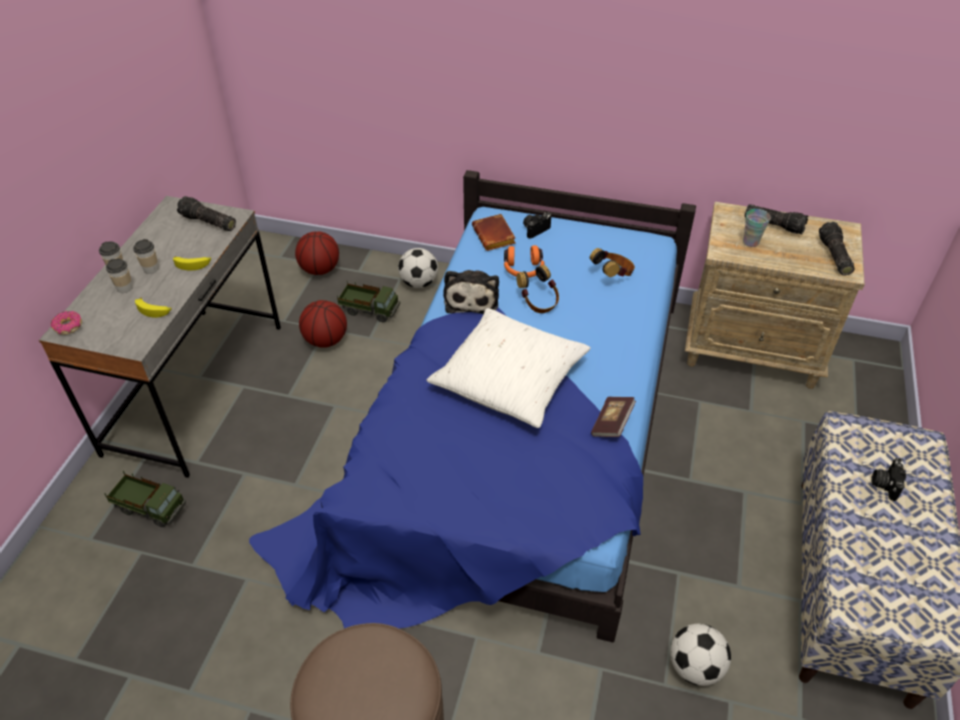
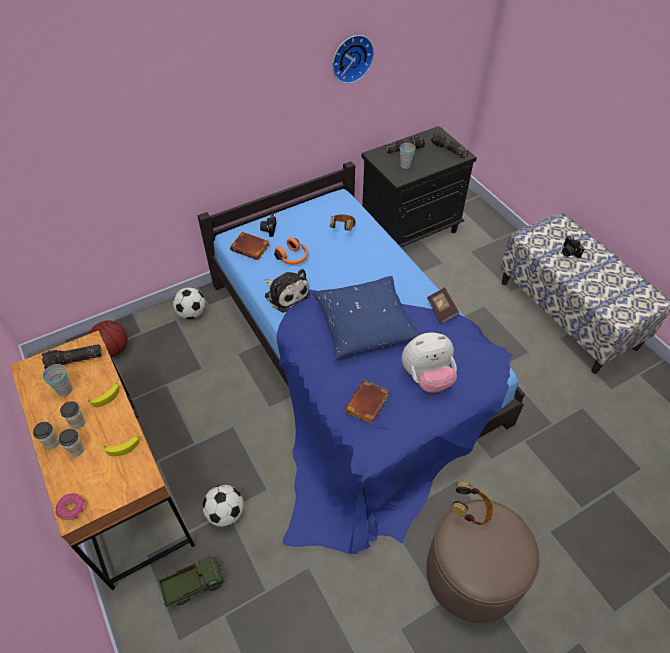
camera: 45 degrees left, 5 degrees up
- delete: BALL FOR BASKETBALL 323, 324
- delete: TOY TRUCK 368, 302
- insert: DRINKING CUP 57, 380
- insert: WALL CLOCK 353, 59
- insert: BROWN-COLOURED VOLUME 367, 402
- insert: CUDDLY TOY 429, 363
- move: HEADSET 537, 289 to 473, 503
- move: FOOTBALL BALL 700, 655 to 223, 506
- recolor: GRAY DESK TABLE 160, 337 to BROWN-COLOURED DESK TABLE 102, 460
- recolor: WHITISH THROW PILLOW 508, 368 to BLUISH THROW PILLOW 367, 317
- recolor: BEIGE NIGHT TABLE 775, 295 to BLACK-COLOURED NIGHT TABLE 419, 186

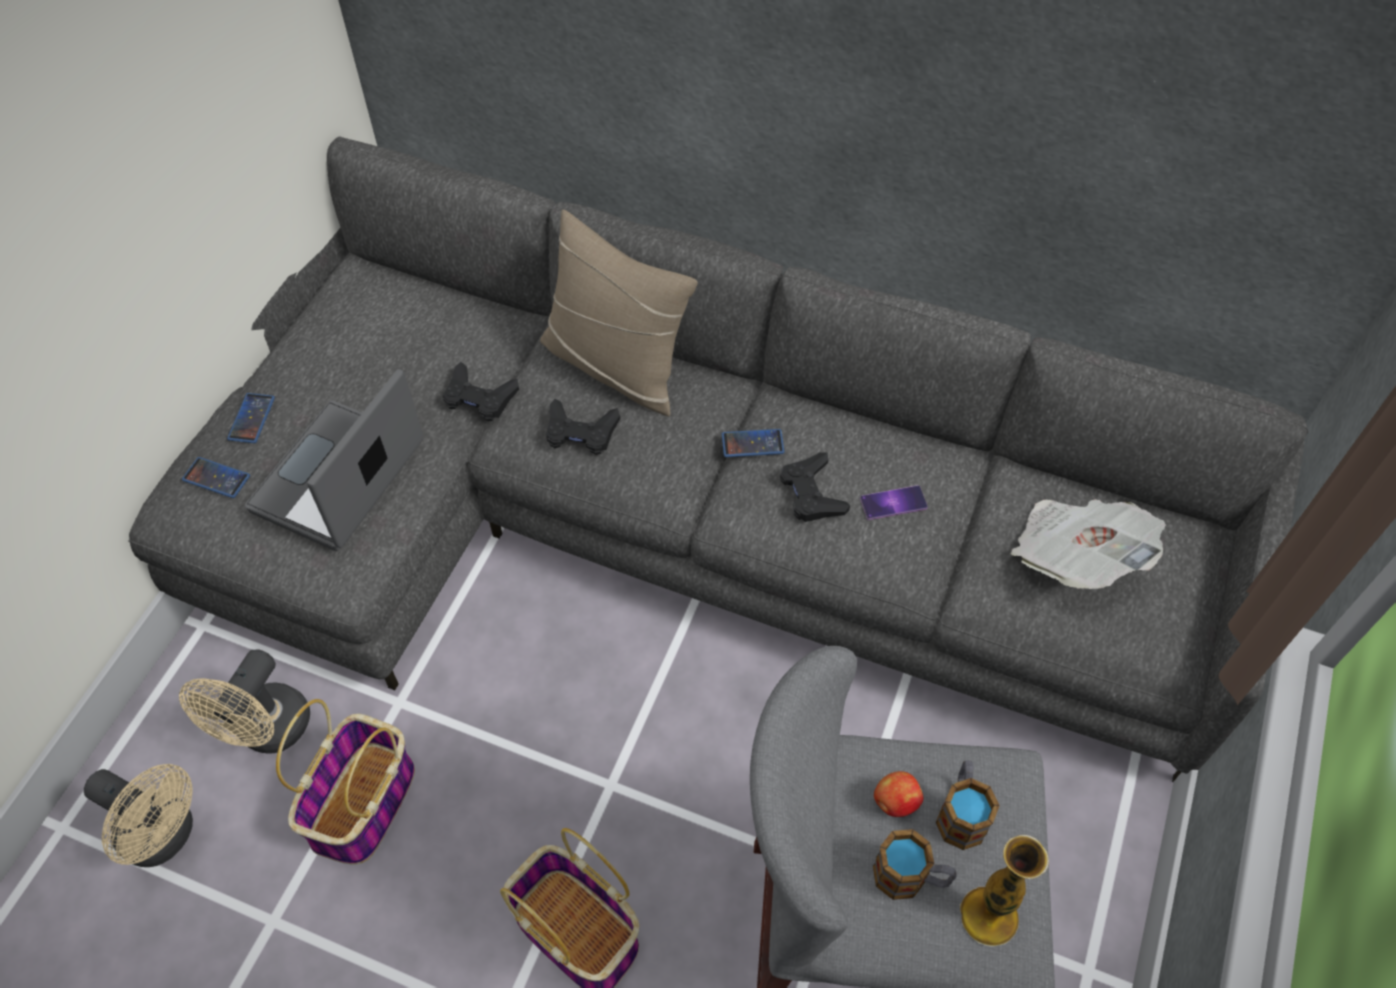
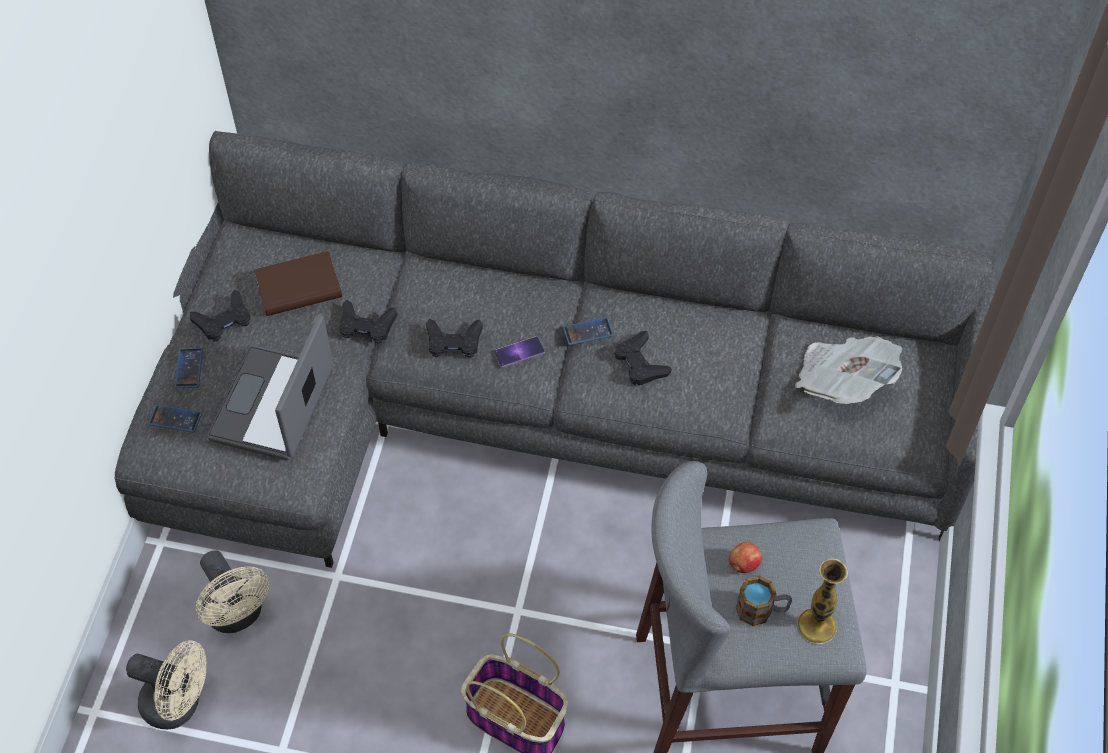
camera: 10 degrees left, 0 degrees up
- delete: BASKET 345, 782
- delete: BEIGE THROW PILLOW 619, 313
- delete: MUG 968, 805
- insert: BLACK-COLOURED GAME CONTROLLER 220, 315
- insert: BROWN-COLOURED VOLUME 298, 283
- move: PHONE 894, 502 to 519, 352
- rotate: BEIGE FAN 244, 701 = 233, 591 45 degrees counterclockwise

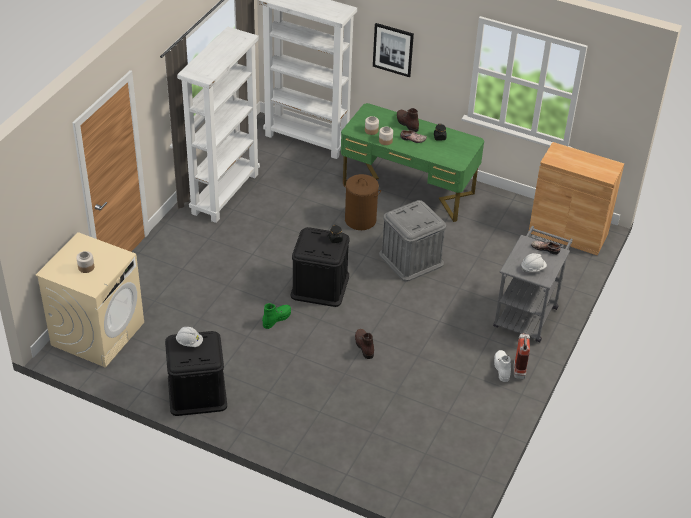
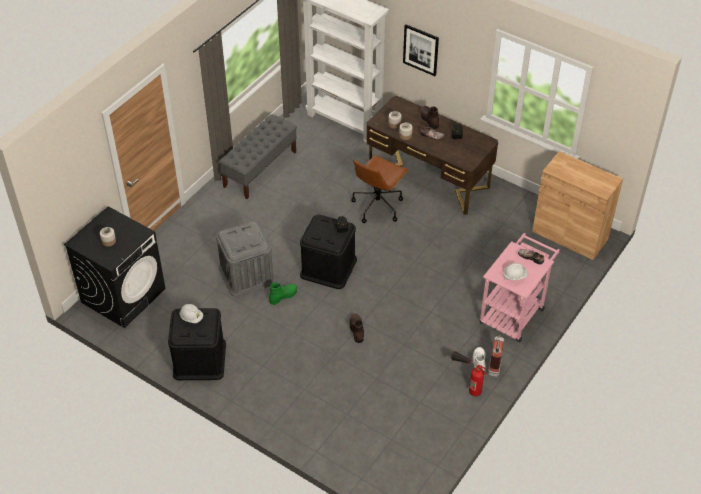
camera: 10 degrees right, 5 degrees up
- insert: FIRE-FIGHTING CYLINDER 469, 373
- move: GRAY STORAGE BIN 412, 241 to 246, 259
- replace: WHITISH BOOKCASE 218, 125 to GRAY INDOOR BENCH 258, 156
- replace: BROWN-COLOURED WASHING BASKET 362, 202 to BROWN-COLOURED DESK CHAIR 380, 189
- recolor: BEIGE WASHING MACHINE 90, 300 to BLACK-COLOURED WASHING MACHINE 115, 267
- recolor: GREEN-COLOURED DESK TABLE 412, 162 to BROWN-COLOURED DESK TABLE 432, 155
- recolor: GRAY WHEELED CART 533, 284 to PINK WHEELED CART 519, 287

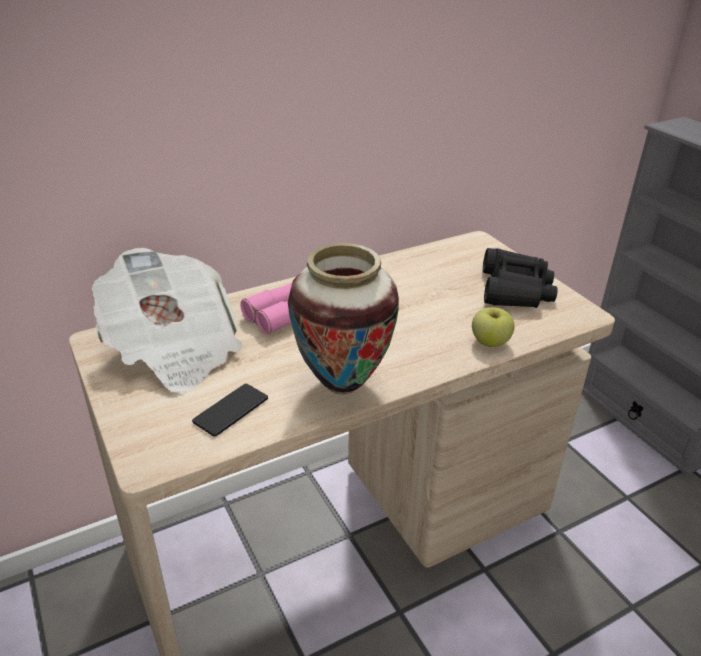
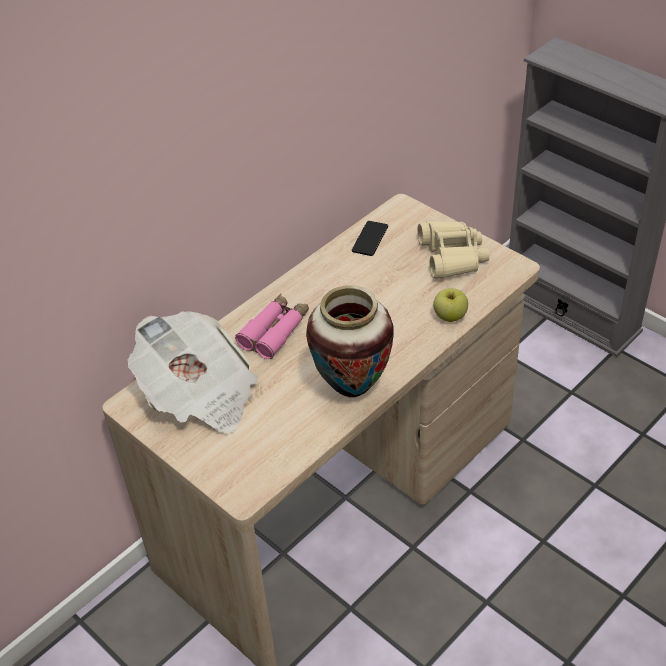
camera: 15 degrees left, 10 degrees up
- move: PHONE 230, 410 to 370, 238
- recolor: BLACK-COLOURED FIELD GLASSES 520, 278 to BEIGE FIELD GLASSES 453, 250

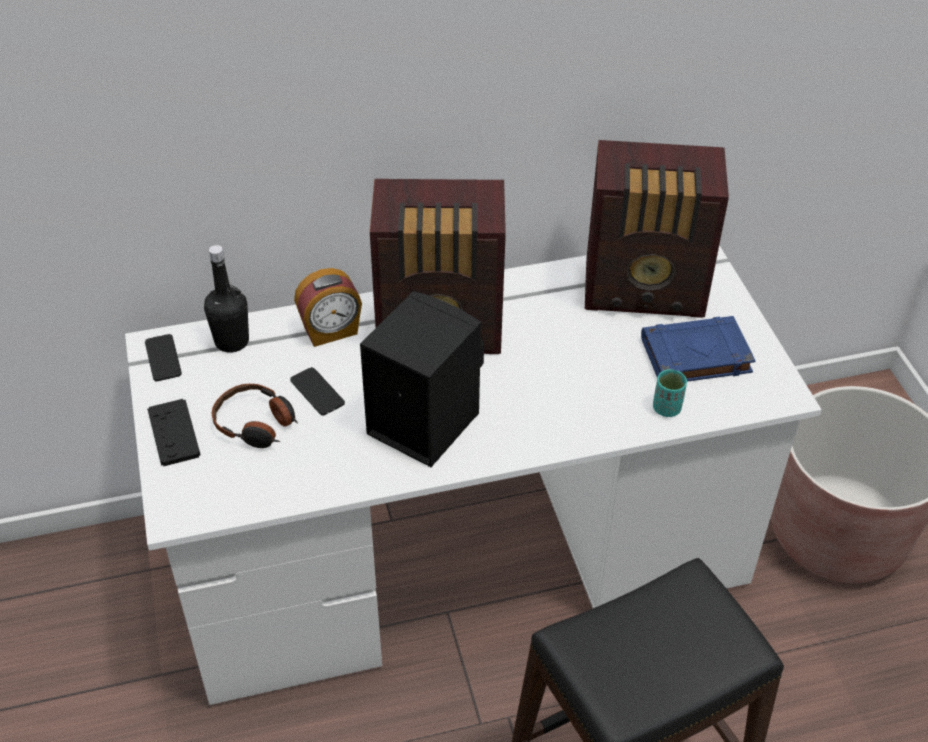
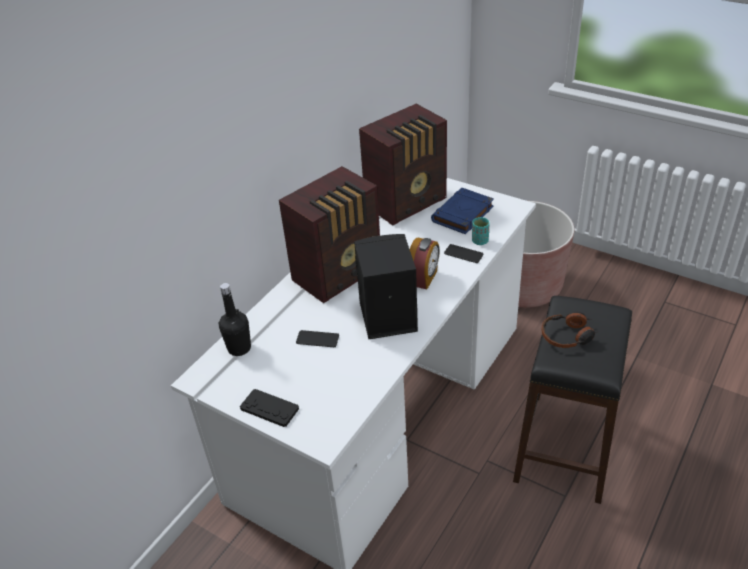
camera: 40 degrees left, 5 degrees down
- move: PHONE 163, 357 to 464, 253
- move: HEADSET 254, 416 to 569, 330
- move: TABLE CLOCK 328, 307 to 425, 263

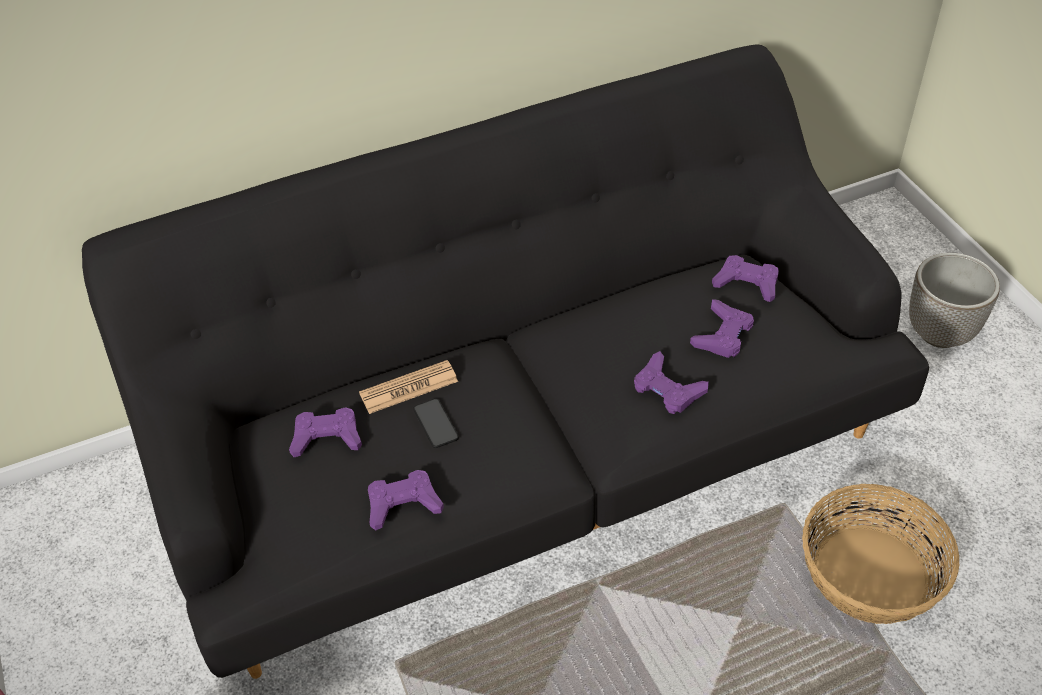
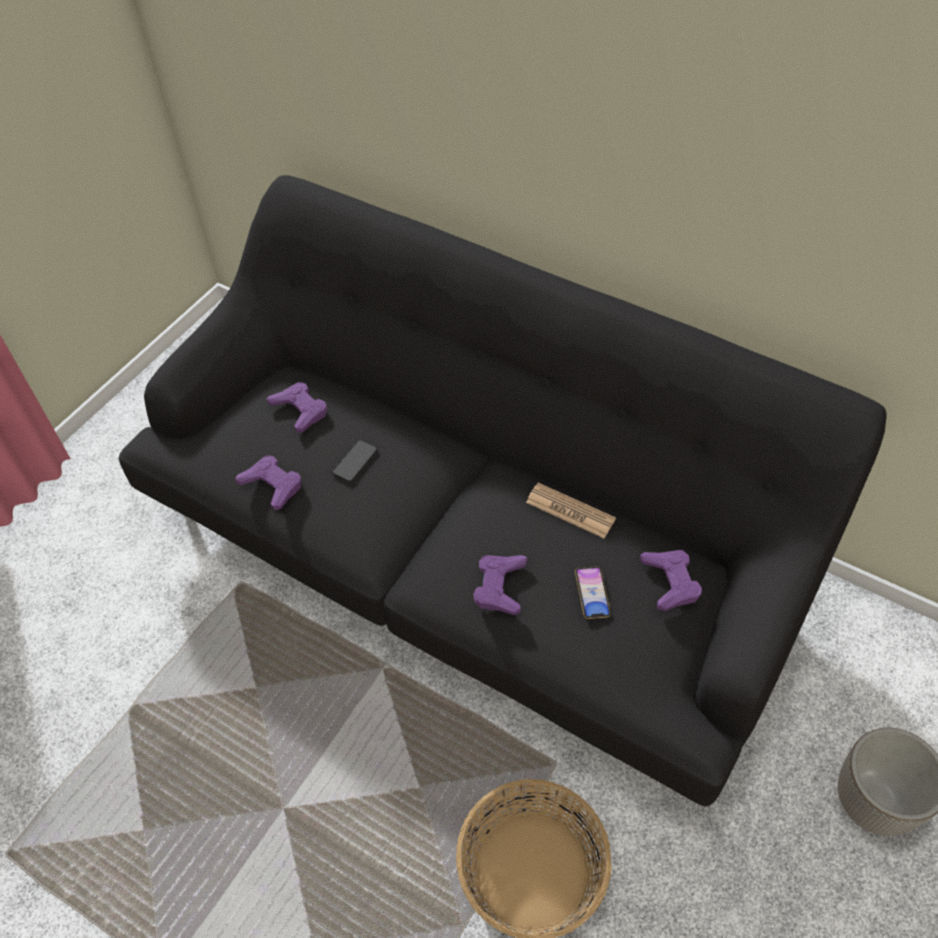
camera: 55 degrees right, 5 degrees up
- move: NEWSPAPER 408, 387 to 571, 510
- replace: PURPLE-COLOURED GAME CONTROLLER 722, 328 to PHONE 593, 592

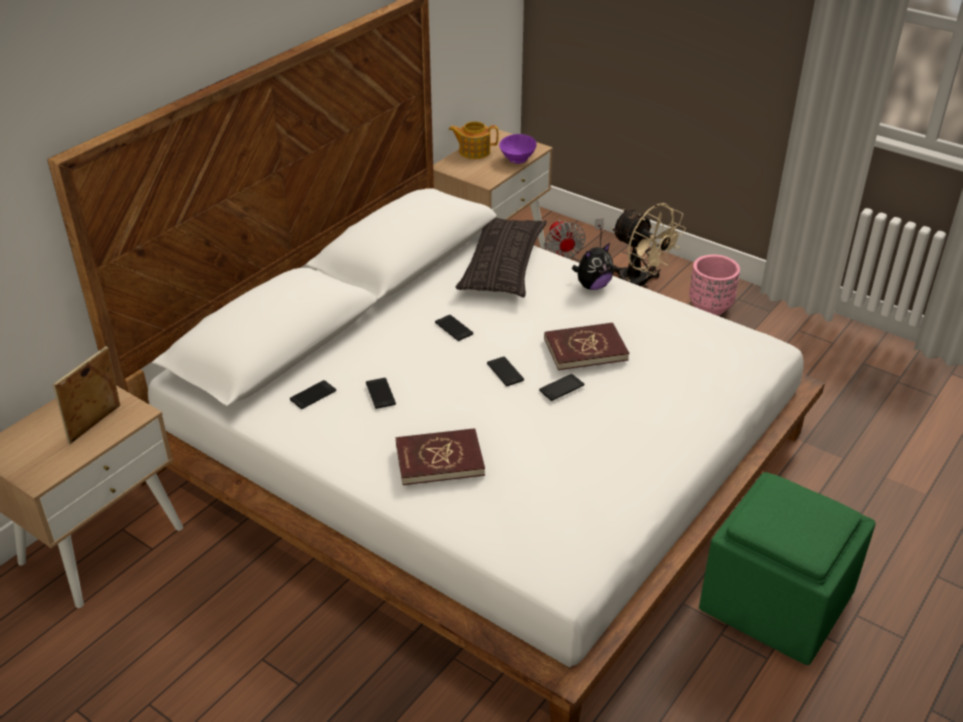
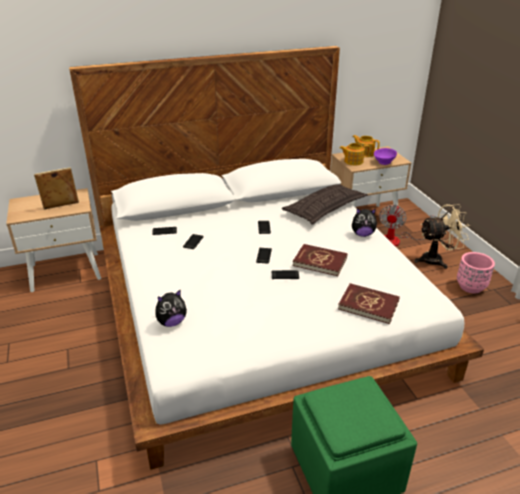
camera: 35 degrees right, 5 degrees down
- insert: CUDDLY TOY 171, 308
- insert: POT FOR TEA 355, 154
- move: REDDISH VOLUME 440, 456 to 369, 303
- rotate: BEIGE FAN 648, 245 = 442, 236 90 degrees counterclockwise

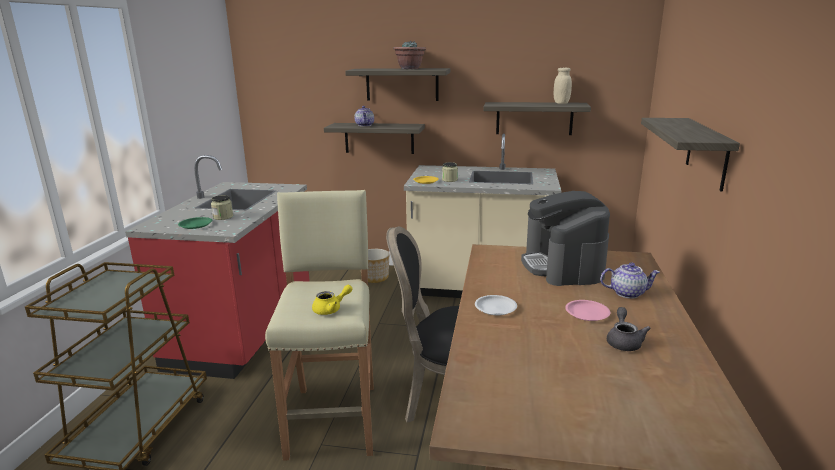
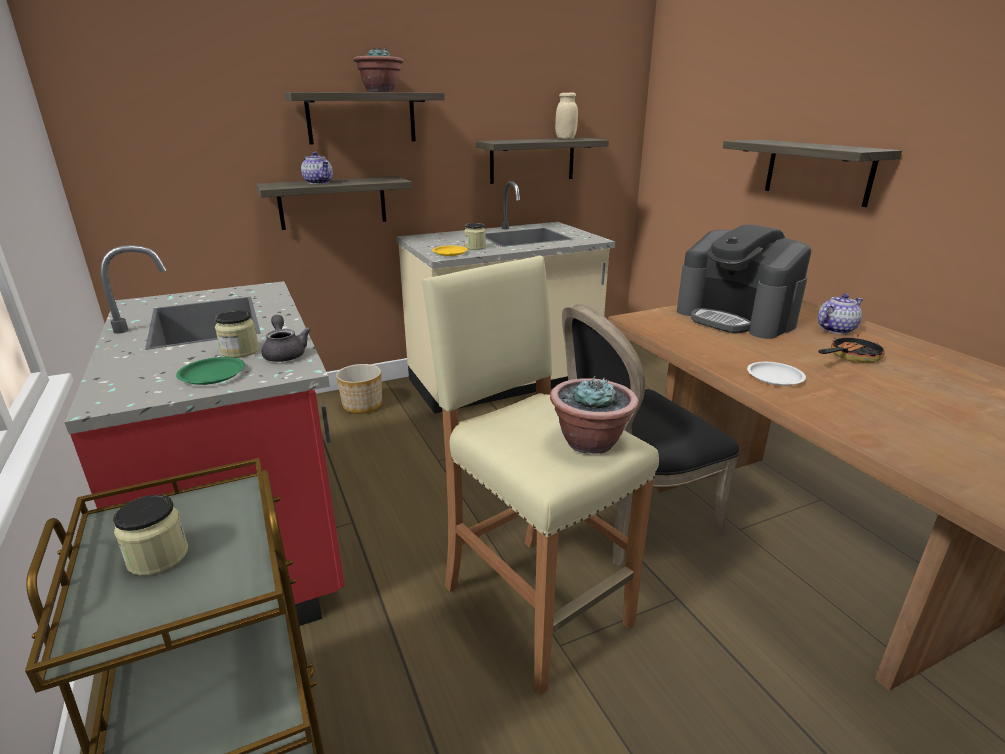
camera: 35 degrees left, 5 degrees up
- insert: PRESERVE JAR 150, 535
- move: GRAY POT FOR TEA 629, 329 to 286, 338
- replace: YELLOW POT FOR TEA 332, 300 to PLANT IN A POT 594, 415
- replace: PINK DINNER PLATE 587, 310 to PAN 851, 348

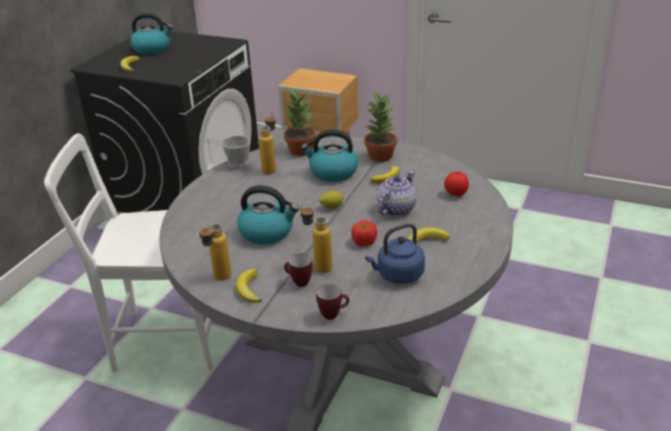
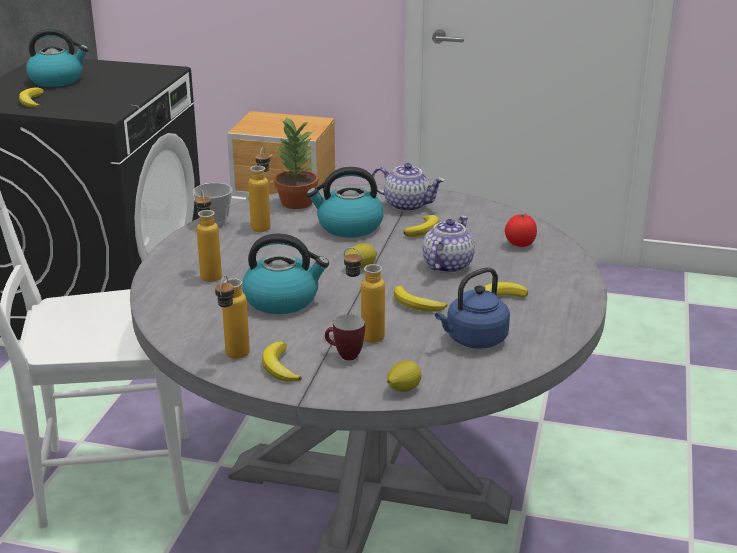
camera: 10 degrees left, 5 degrees down
- insert: BEVERAGE BOTTLE 208, 236
- replace: MUG 332, 302 to CITRUS FRUIT 404, 376
- replace: WHOLE TOMATO 364, 233 to BANANA FRUIT 420, 299
- replace: PLANT IN A POT 380, 127 to POT FOR TEA 408, 187

